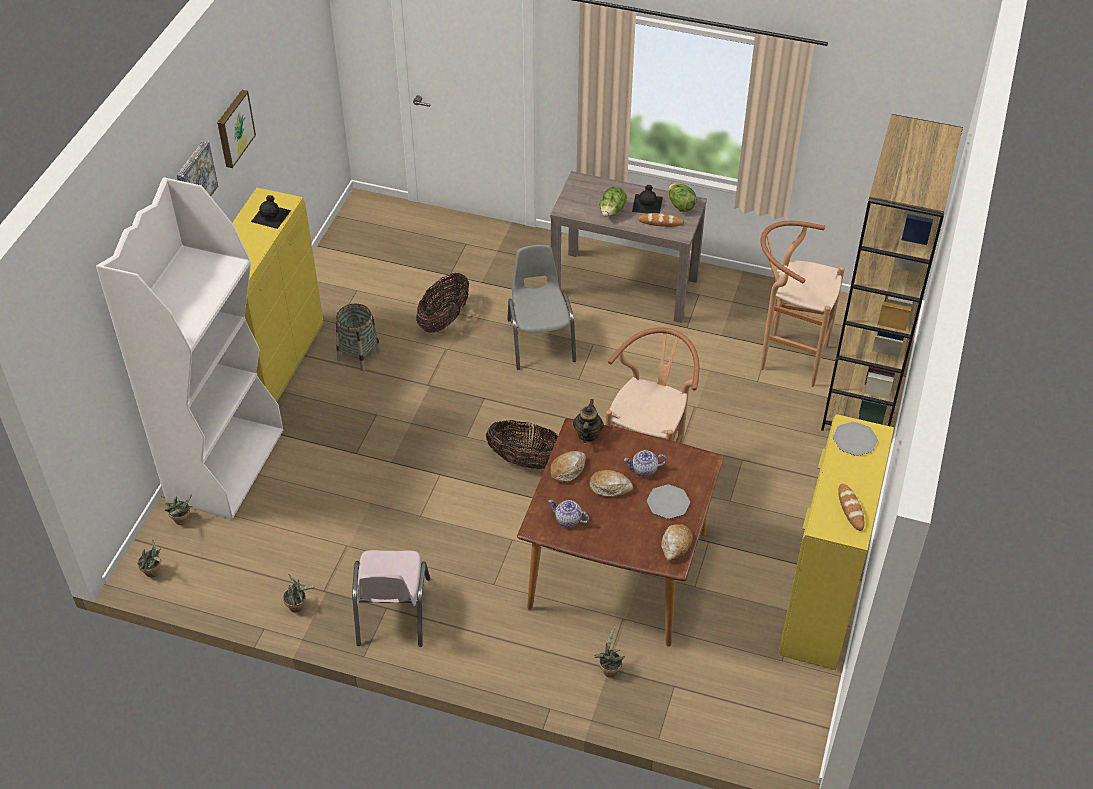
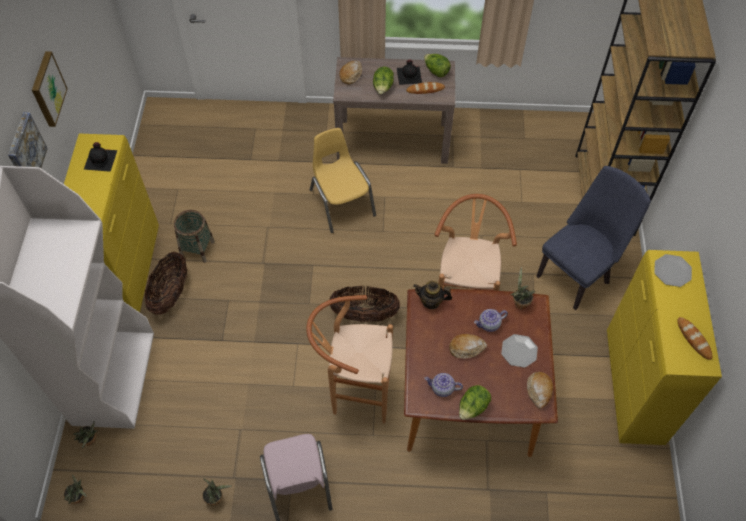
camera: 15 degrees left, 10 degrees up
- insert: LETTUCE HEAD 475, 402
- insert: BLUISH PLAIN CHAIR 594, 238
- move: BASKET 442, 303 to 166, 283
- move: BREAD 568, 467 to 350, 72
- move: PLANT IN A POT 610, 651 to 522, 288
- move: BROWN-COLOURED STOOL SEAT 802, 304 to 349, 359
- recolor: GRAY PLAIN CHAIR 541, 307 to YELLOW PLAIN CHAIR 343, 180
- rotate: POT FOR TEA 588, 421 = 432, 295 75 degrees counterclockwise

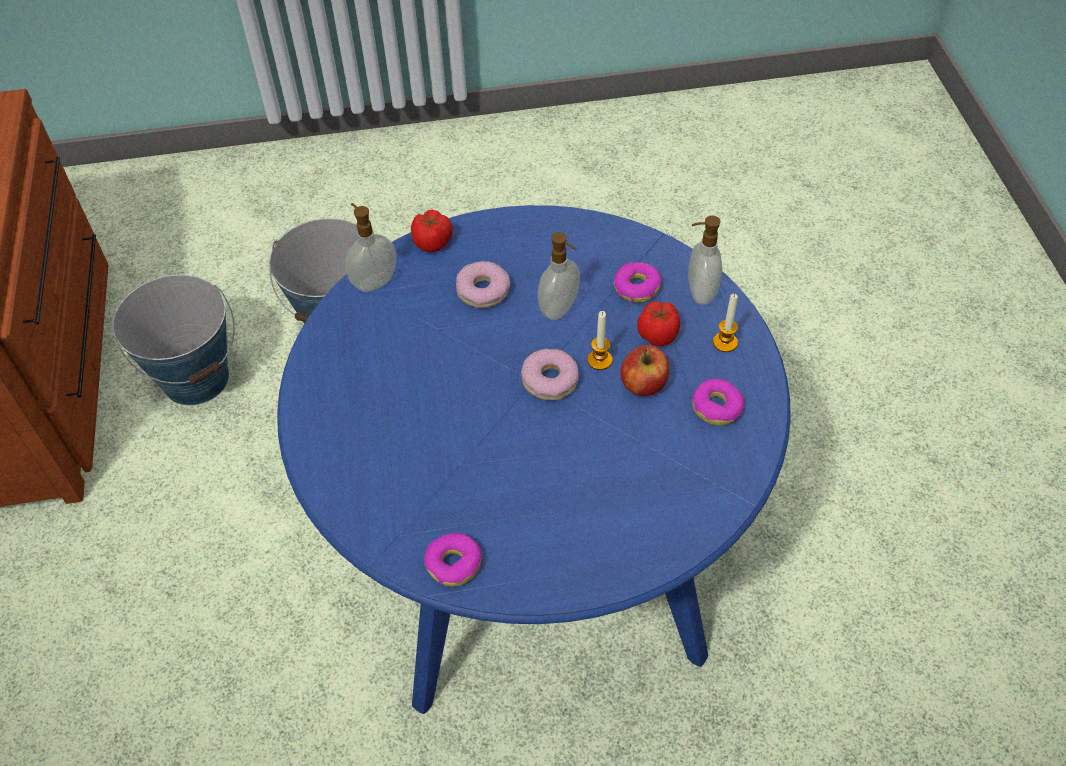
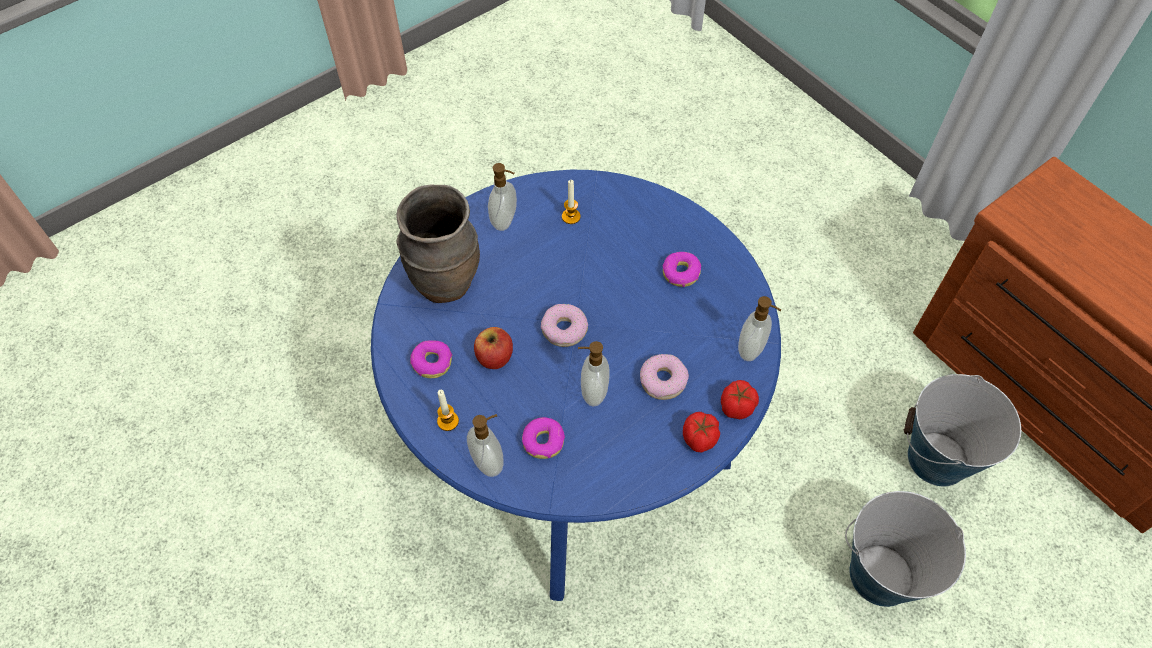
camera: 150 degrees right, 5 degrees up
- insert: BROWN-COLOURED DECORATIVE VASE 438, 244
- insert: LIQUID SOAP BOTTLE 502, 197
- move: DONUT 452, 560 to 682, 269
- move: CANDLE 600, 340 to 571, 202
- move: WHOLE TOMATO 658, 323 to 701, 432

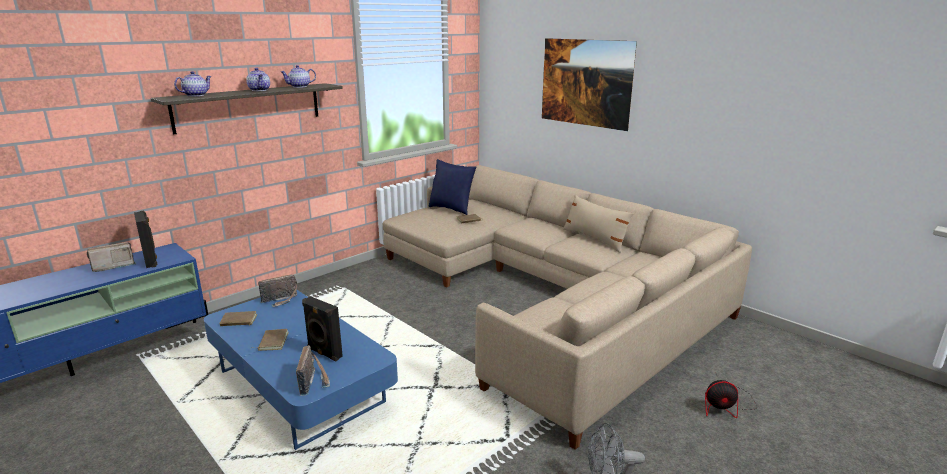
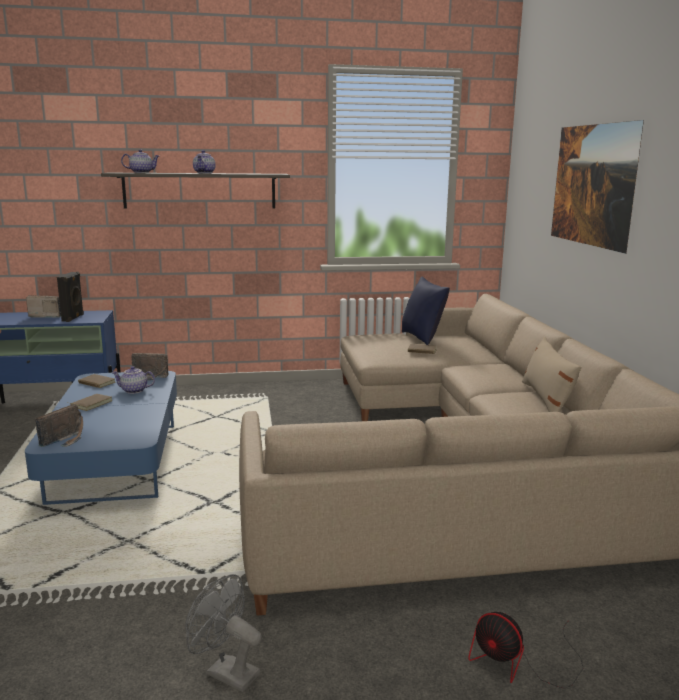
camera: 35 degrees right, 5 degrees down
- delete: BLACK-COLOURED SPEAKER 322, 329
- move: POT FOR TEA 298, 76 to 133, 380

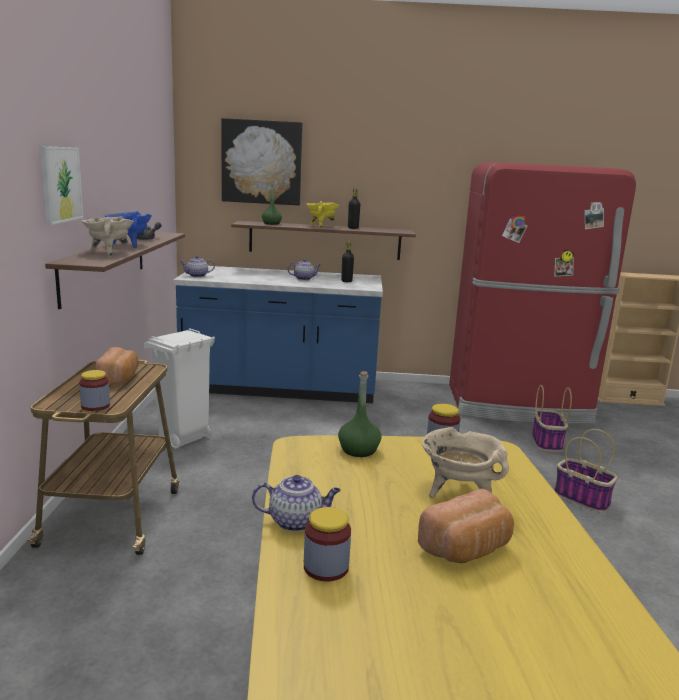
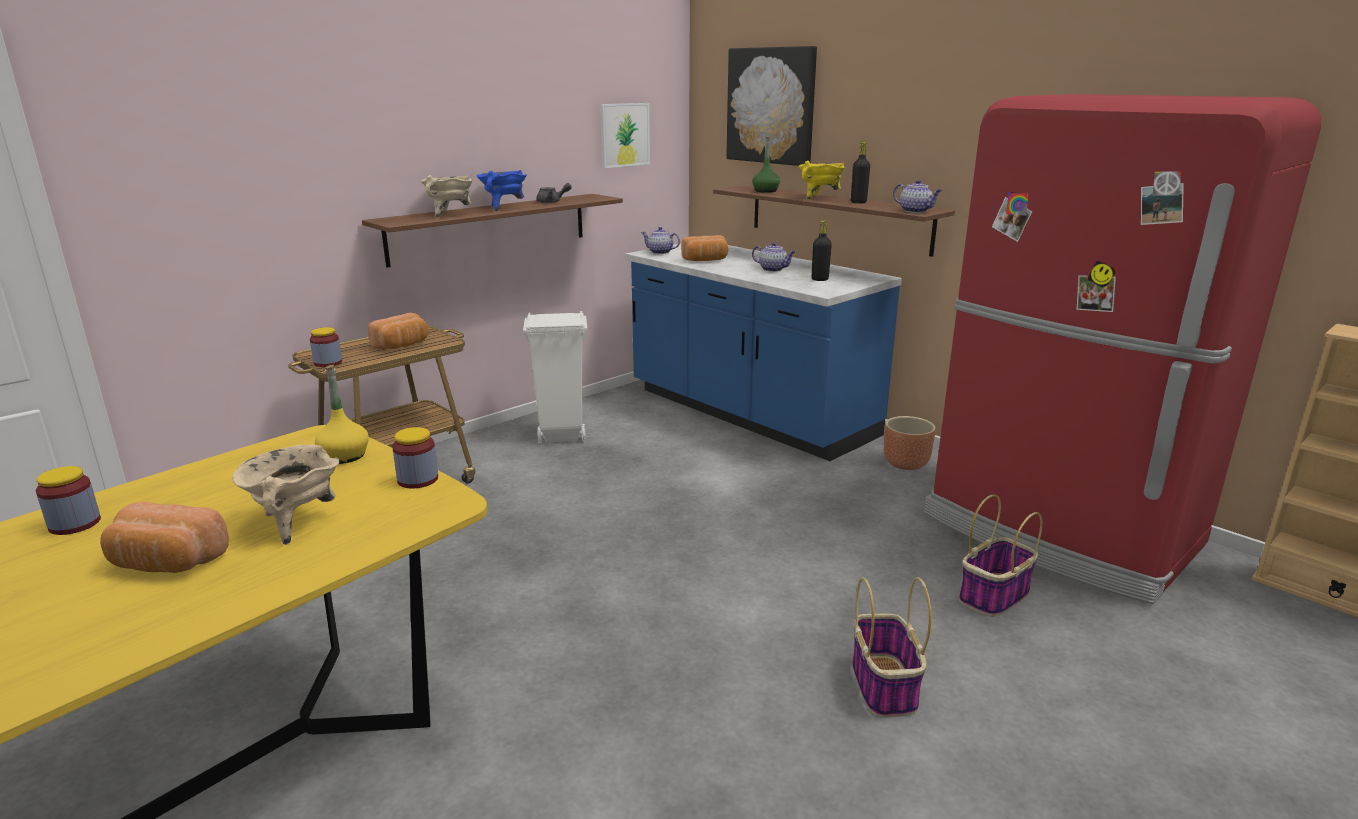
camera: 45 degrees right, 5 degrees up
- insert: BREAD 704, 248
- insert: BROWN-COLOURED PLANT POT 910, 443
- move: PICTURE 61, 185 to 625, 135
- move: POT FOR TEA 296, 503 to 917, 196
- recolor: GREEN-COLOURED BEVERAGE BOTTLE 360, 414 to YELLOW BEVERAGE BOTTLE 342, 414

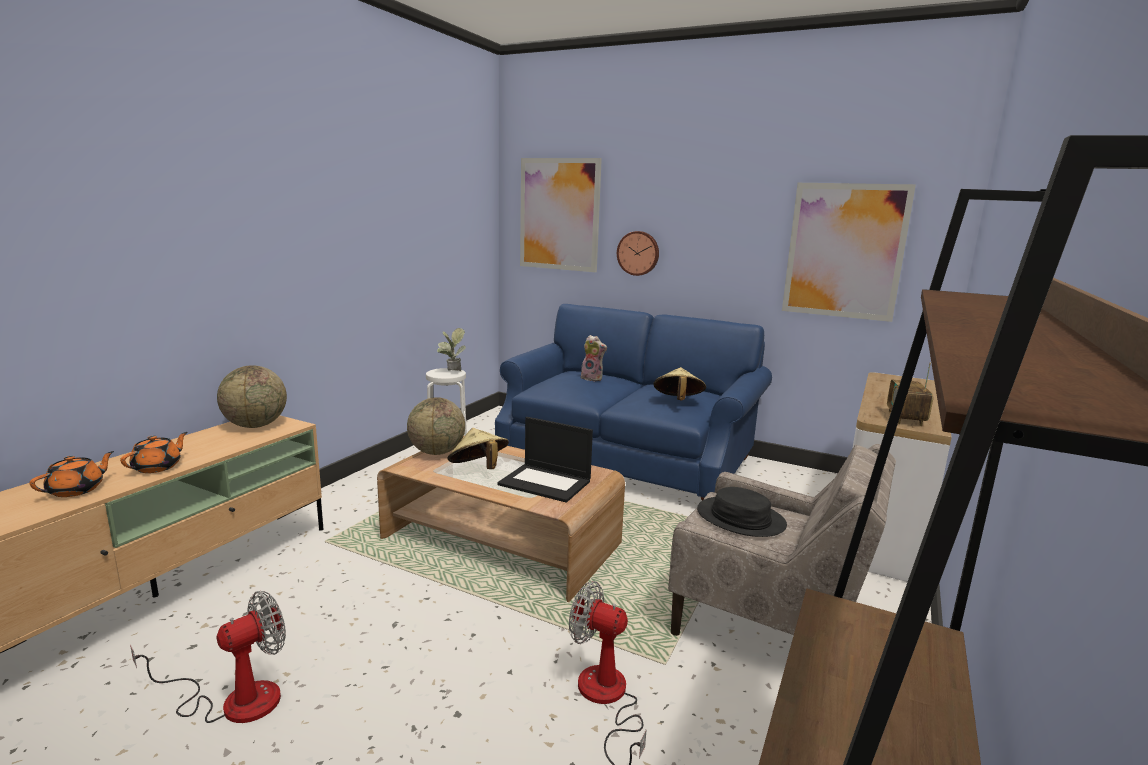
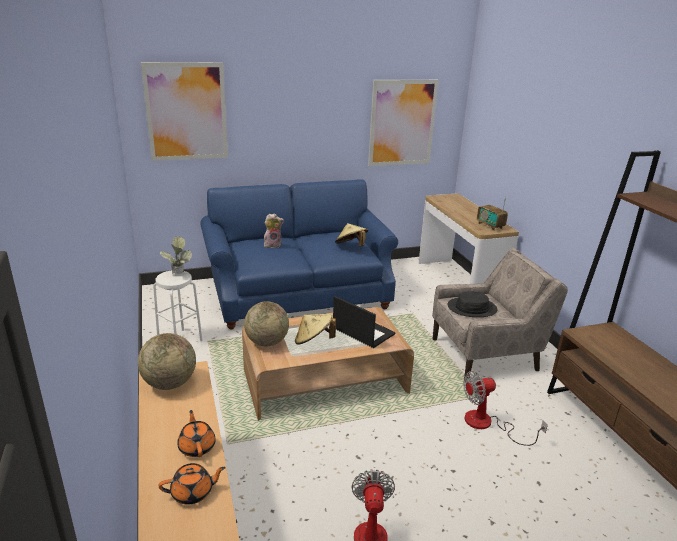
camera: 45 degrees left, 10 degrees up
- delete: WALL CLOCK 638, 253
- rotate: ORANGEY POT FOR TEA 72, 474 = 192, 484 90 degrees clockwise
- rotate: NOTEBOOK COMPUTER 545, 459 = 364, 322 120 degrees counterclockwise

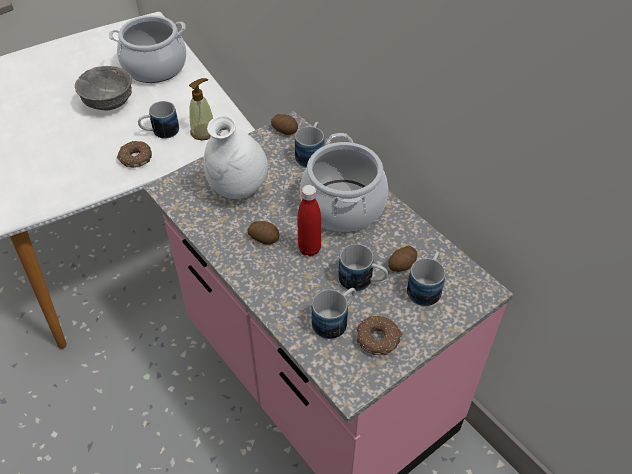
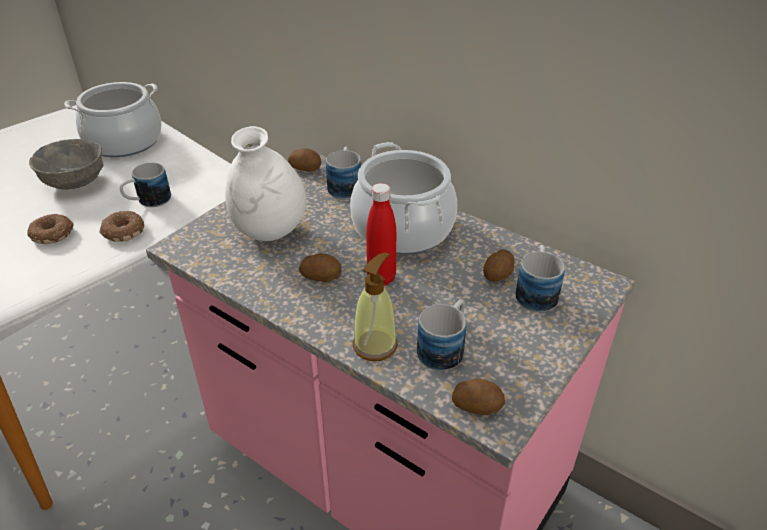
camera: 15 degrees left, 10 degrees down
- delete: MUG 363, 267
- insert: SPUD 478, 397
- move: LIQUID SOAP BOTTLE 201, 109 to 375, 306
- move: DONUT 379, 335 to 50, 229

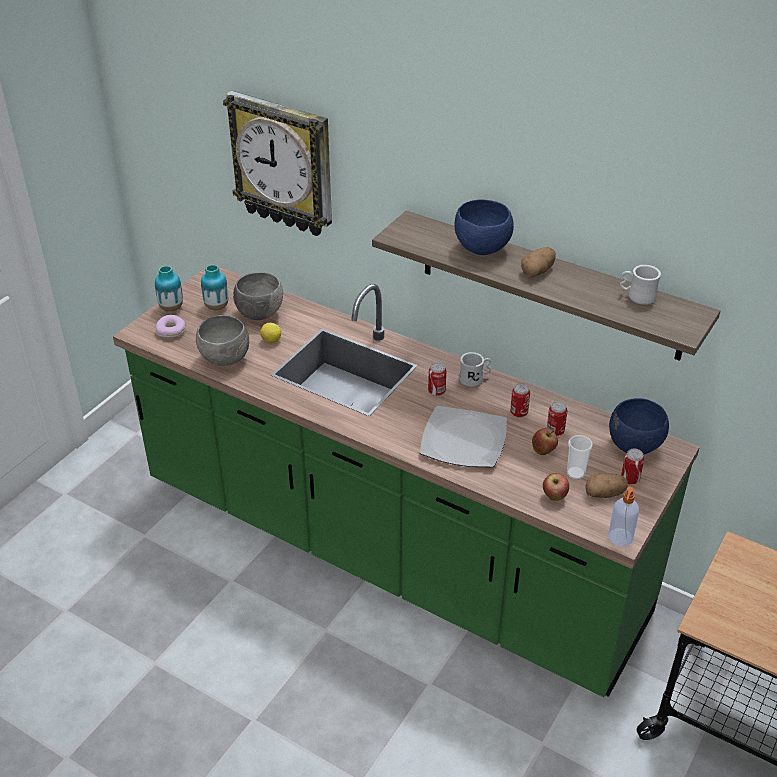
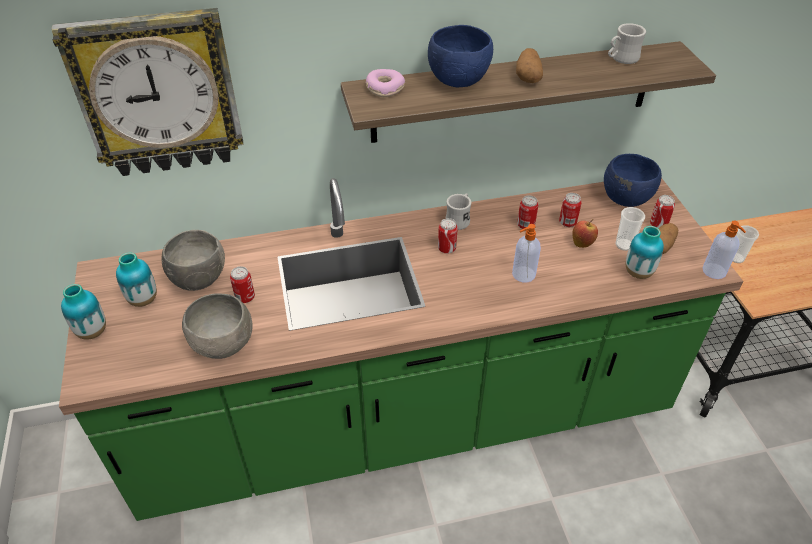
camera: 45 degrees left, 5 degrees up
- insert: DRINKING CUP 745, 244
- move: DONUT 170, 326 to 385, 83
- replace: CITRUS FRUIT 270, 333 to CAN 242, 284
- replace: DINNER PLATE 463, 437 to LIQUID SOAP BOTTLE 526, 253
- replace: APPLE FRUIT 556, 487 to DECORATIVE VASE 645, 252

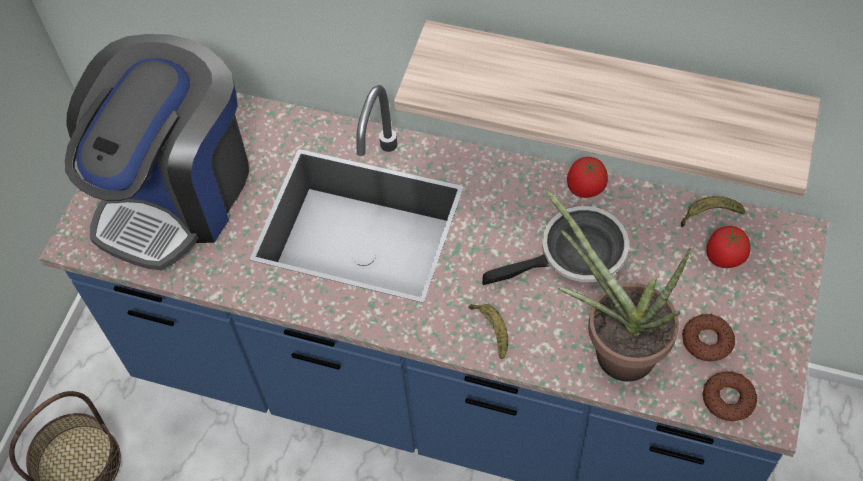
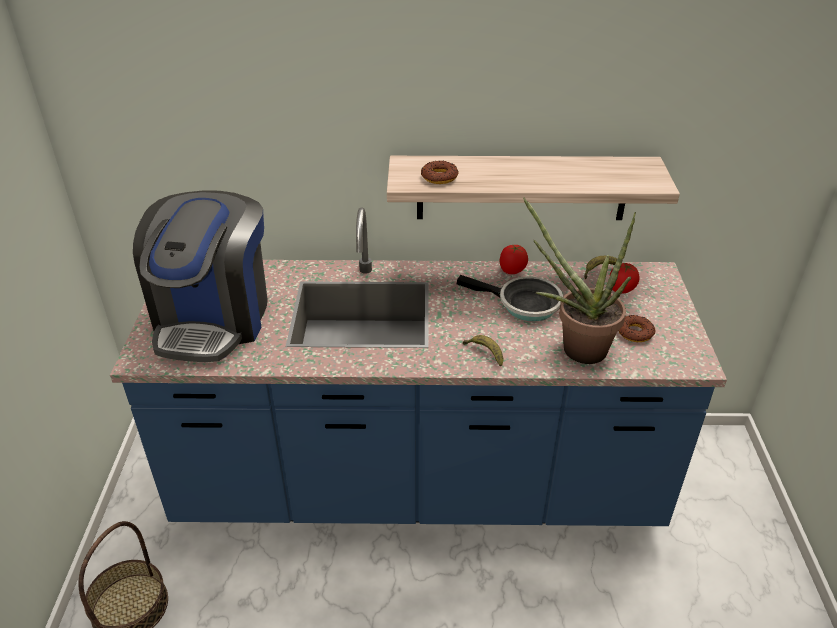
camera: 20 degrees left, 20 degrees down
- move: DONUT 730, 396 to 440, 172
- rotate: PAN 555, 245 = 510, 298 60 degrees clockwise

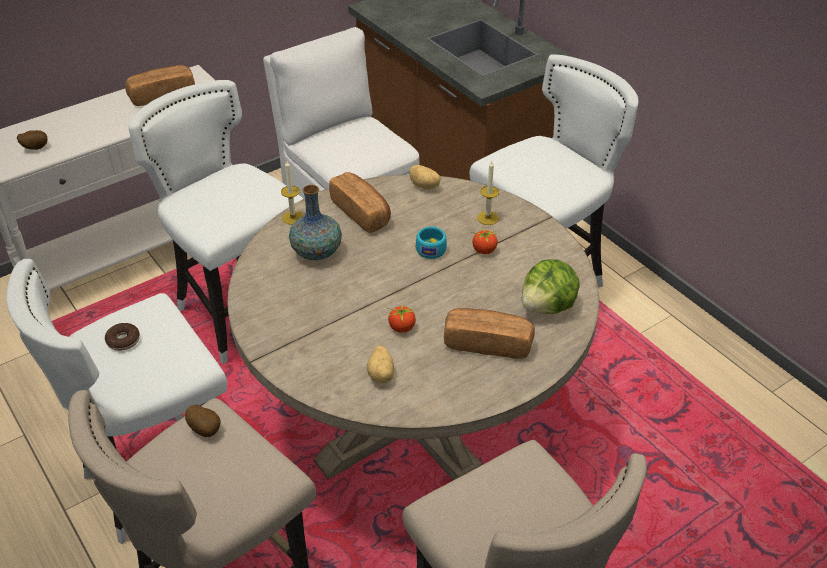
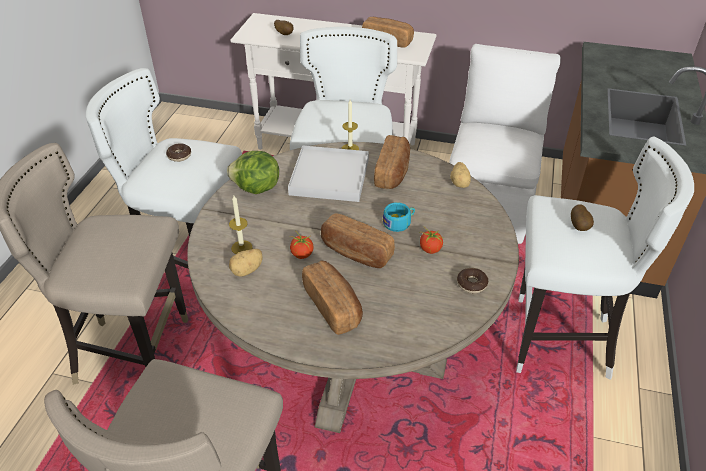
camera: 50 degrees right, 0 degrees up
- insert: BREAD 358, 240
- insert: DONUT 472, 281
- move: SPUD 203, 420 to 582, 217
- move: CANDLE 488, 193 to 241, 224
- move: LETTUCE HEAD 551, 286 to 253, 172
- replace: DECORATIVE VASE 315, 222 to WHITISH TRAY 328, 173

